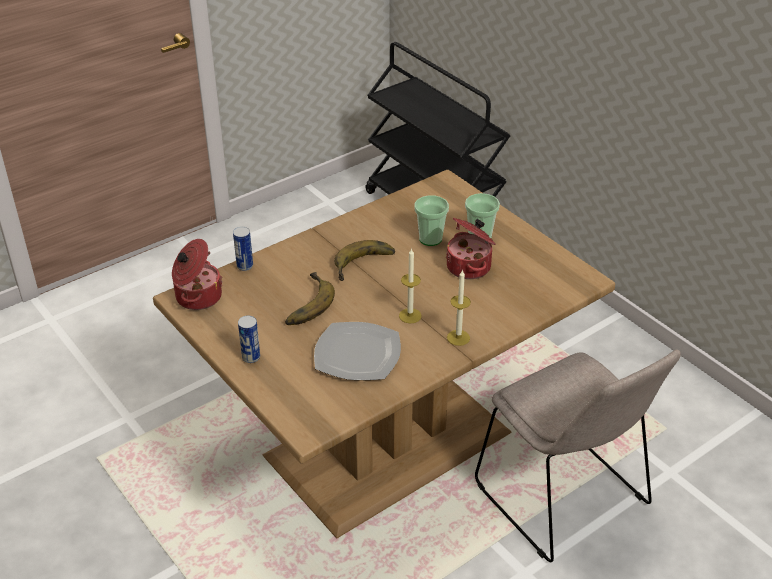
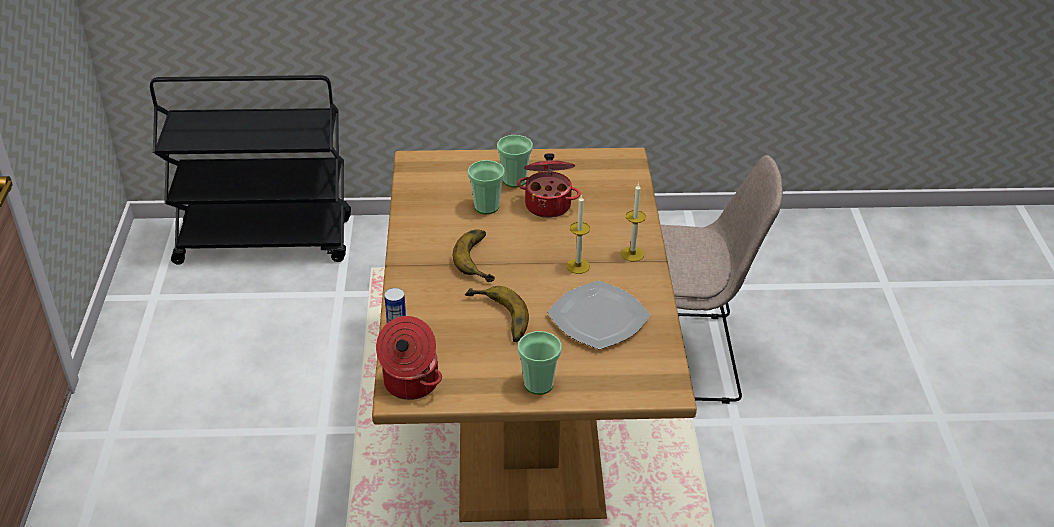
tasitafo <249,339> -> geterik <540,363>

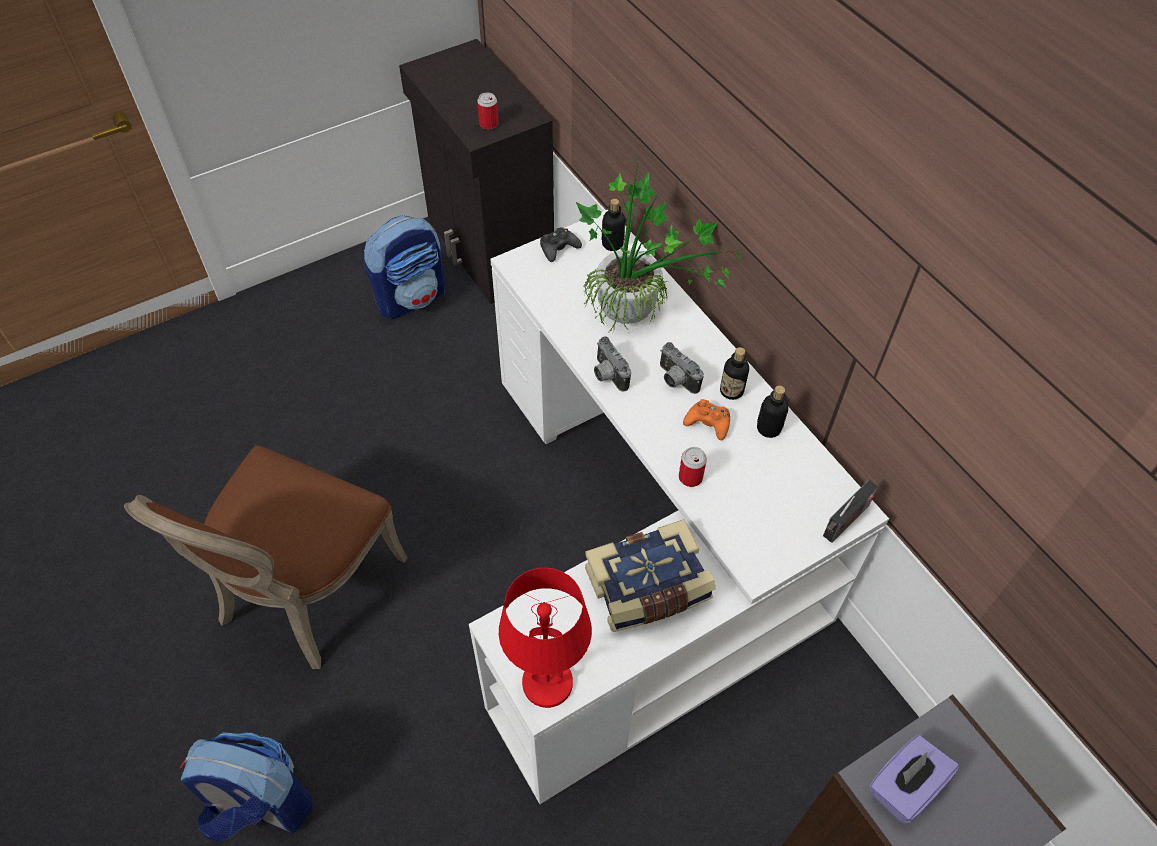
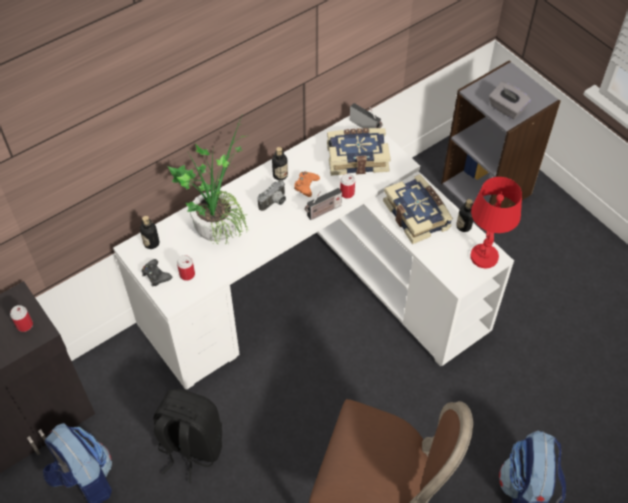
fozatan <612,364> -> none
none -> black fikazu <187,436>
none -> tasitafo <186,268>
none -> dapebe <323,204>
none -> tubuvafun <359,152>
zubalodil <772,412> -> zubalodil <464,215>, shifted
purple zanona <914,779> -> grey zanona <510,100>

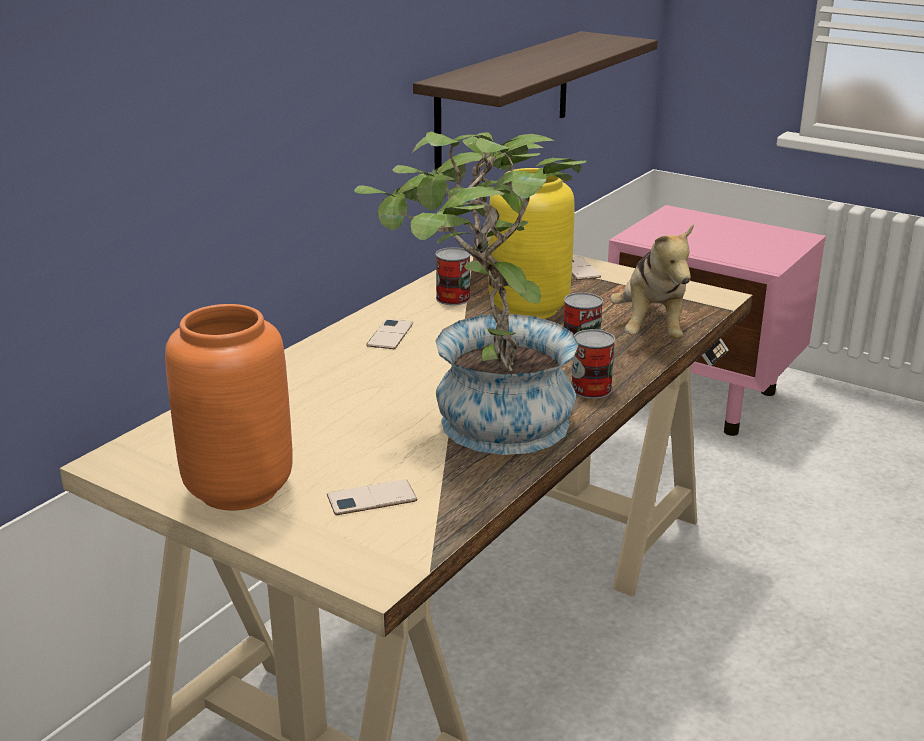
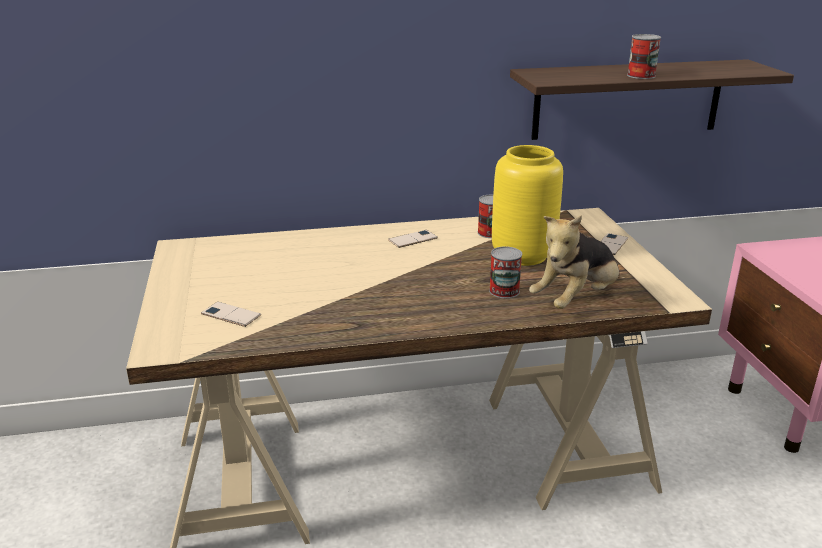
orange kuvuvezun <229,407> -> none
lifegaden <470,293> -> none
tasitafo <593,364> -> tasitafo <644,56>, shifted

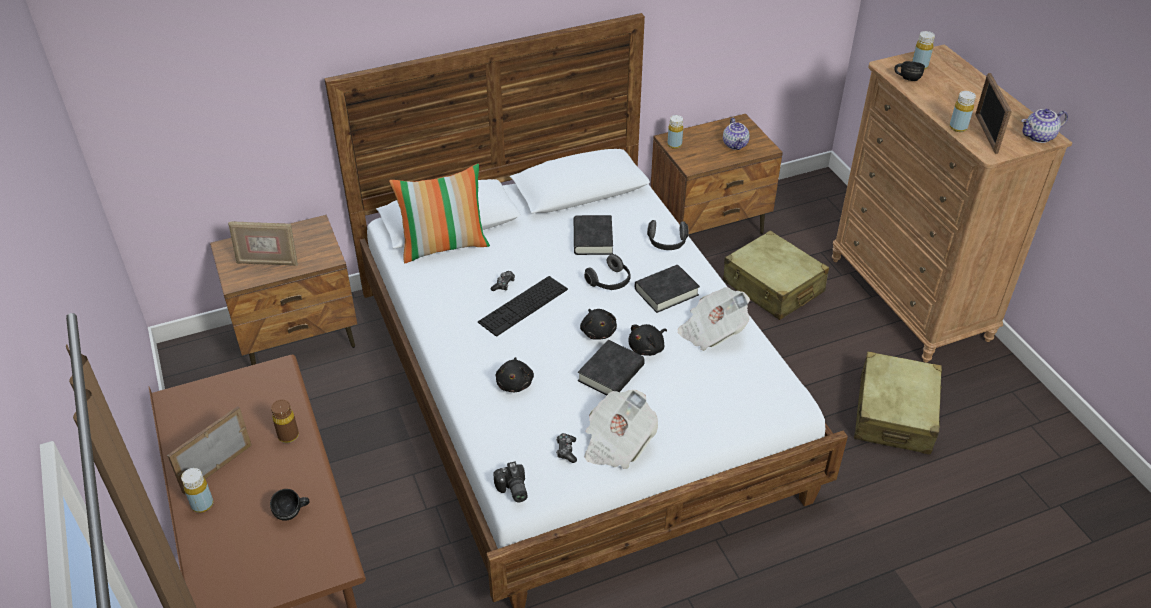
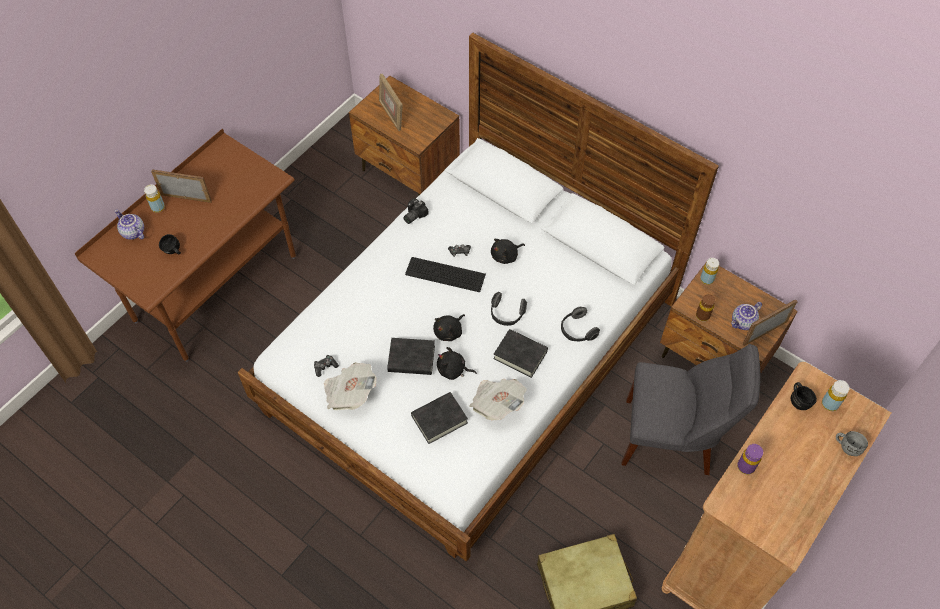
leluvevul <439,213> -> none
none -> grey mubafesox <852,443>
brown zubalodil <285,421> -> brown zubalodil <705,307>, shifted
fozatan <510,481> -> fozatan <416,211>, shifted
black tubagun <515,374> -> black tubagun <508,251>, shifted
black tubuvafun <593,235> -> black tubuvafun <439,418>, shifted
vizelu <993,113> -> vizelu <770,323>, shifted
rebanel <1045,126> -> rebanel <129,224>, shifted
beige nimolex <776,275> -> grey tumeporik <690,409>
yellow zubalodil <963,111> -> purple zubalodil <750,459>

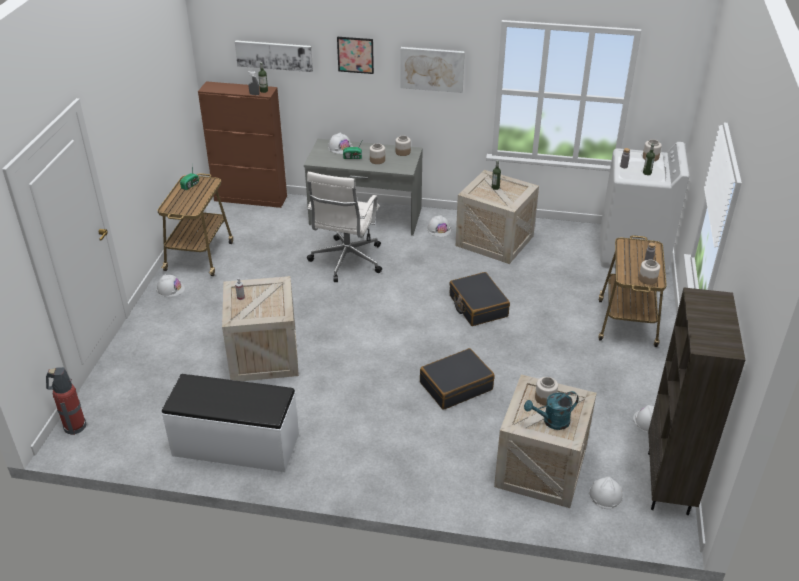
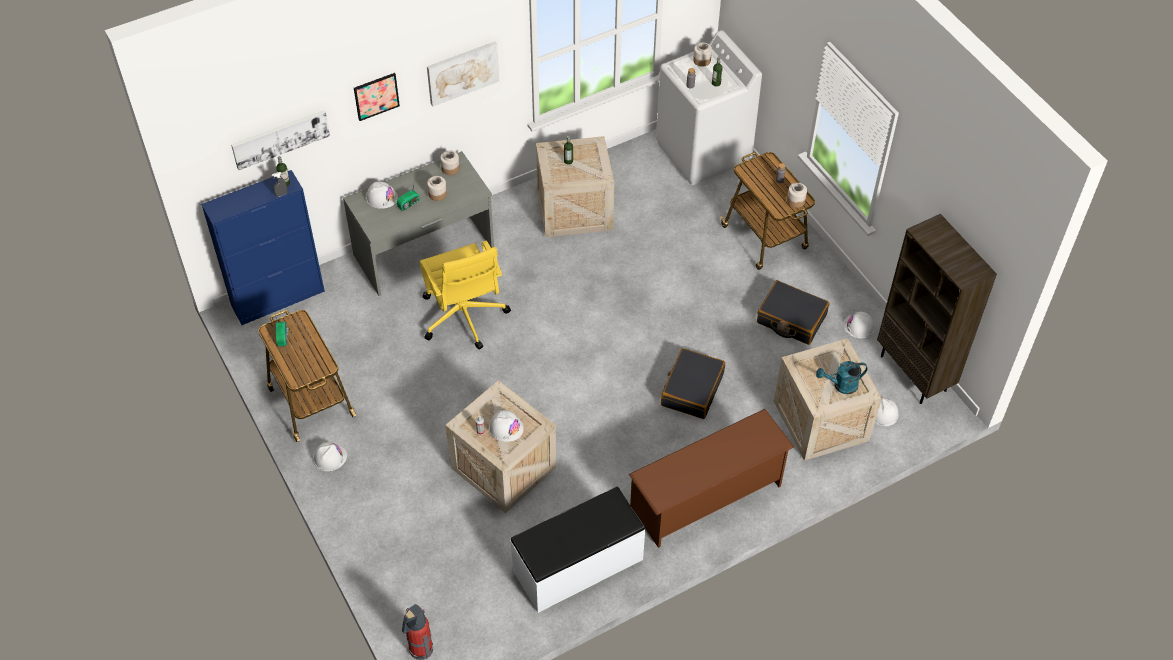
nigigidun <546,391> -> none
none -> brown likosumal <711,478>
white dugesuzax <439,226> -> white dugesuzax <506,426>, shifted
black nimolex <479,299> -> black nimolex <793,312>, shifted
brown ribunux <242,144> -> blue ribunux <263,247>
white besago <344,227> -> yellow besago <465,295>
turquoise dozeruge <551,410> -> turquoise dozeruge <842,377>, 45 degrees clockwise

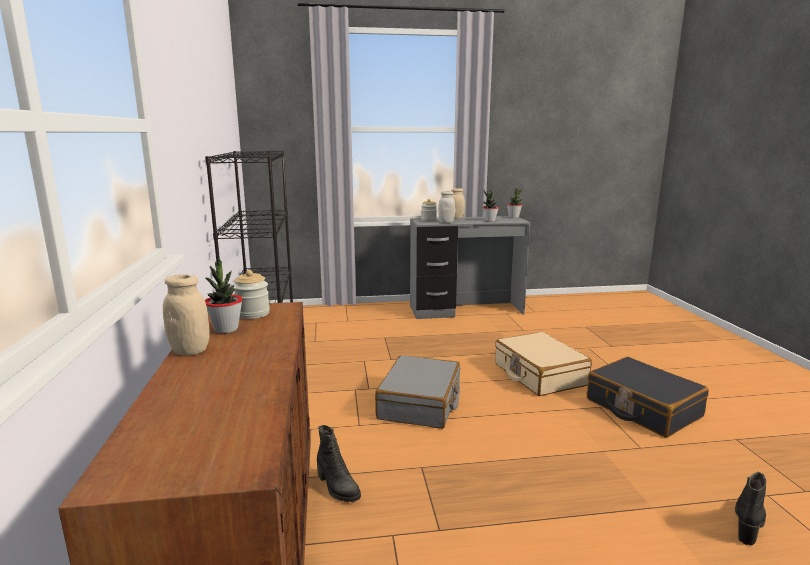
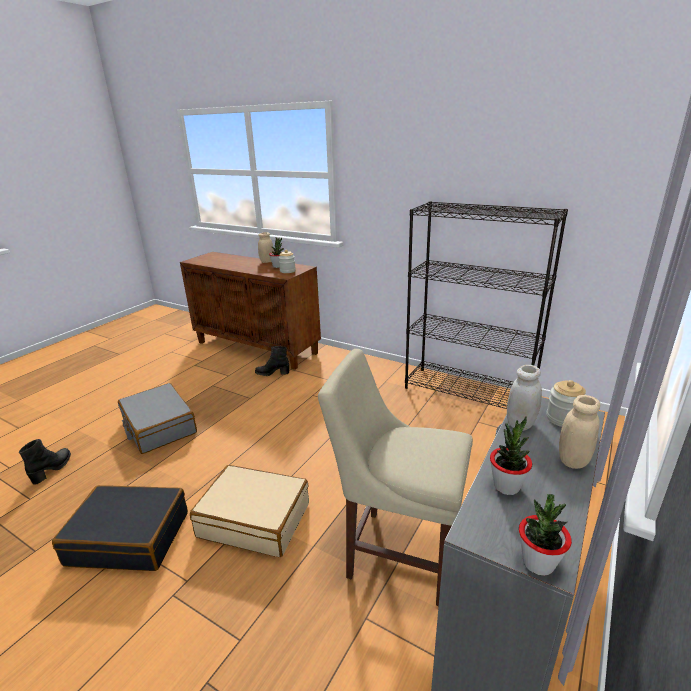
none -> beige tumeporik <395,477>
grey nimolex <417,392> -> grey nimolex <157,418>, shifted
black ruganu <750,509> -> black ruganu <45,462>, 150 degrees counterclockwise

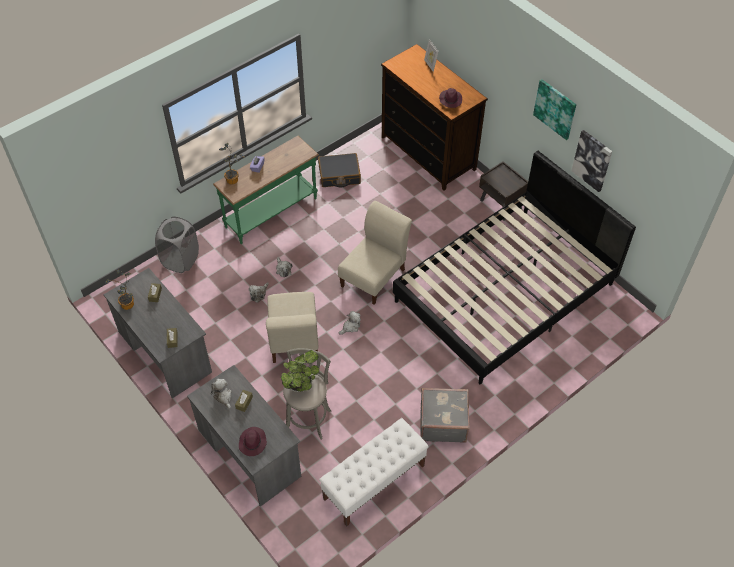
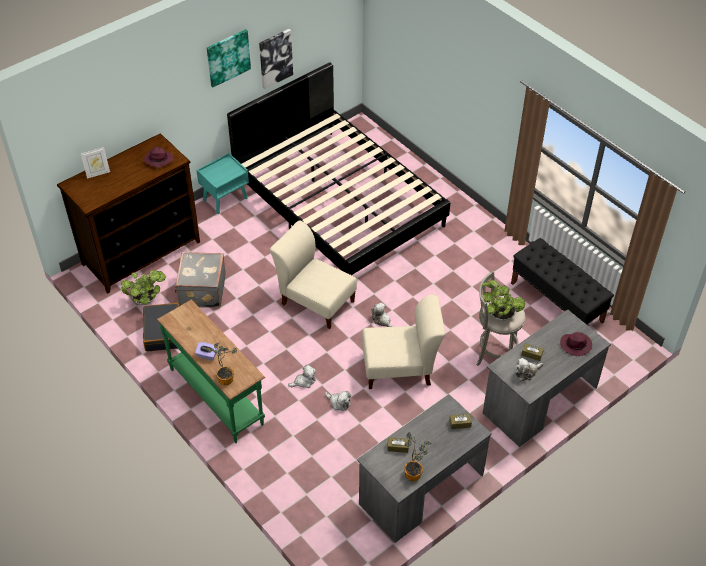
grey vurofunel <177,245> -> none
none -> lifegaden <143,287>
grey nimolex <445,415> -> grey nimolex <200,280>, shifted
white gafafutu <374,472> -> black gafafutu <562,281>
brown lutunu <503,190> -> turquoise lutunu <222,183>

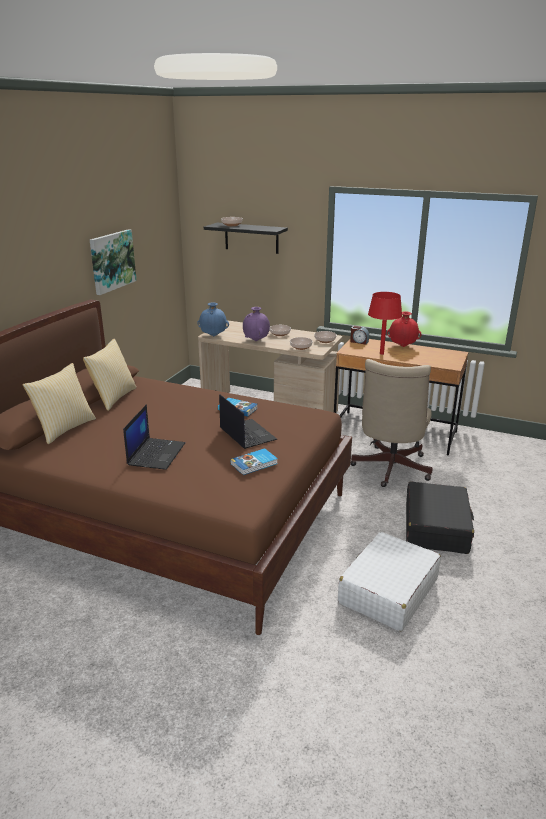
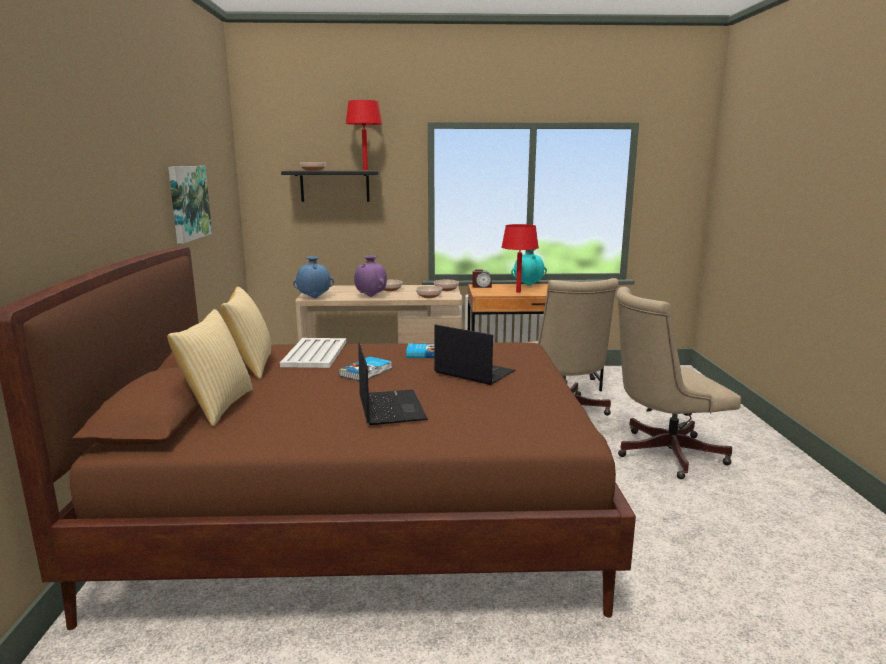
white nimolex <389,581> -> none
none -> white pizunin <313,353>
none -> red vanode <363,135>
tubuvafun <254,461> -> tubuvafun <365,369>, shifted
black nimolex <440,518> -> beige besago <678,383>
red kuvuvezun <404,329> -> turquoise kuvuvezun <529,267>

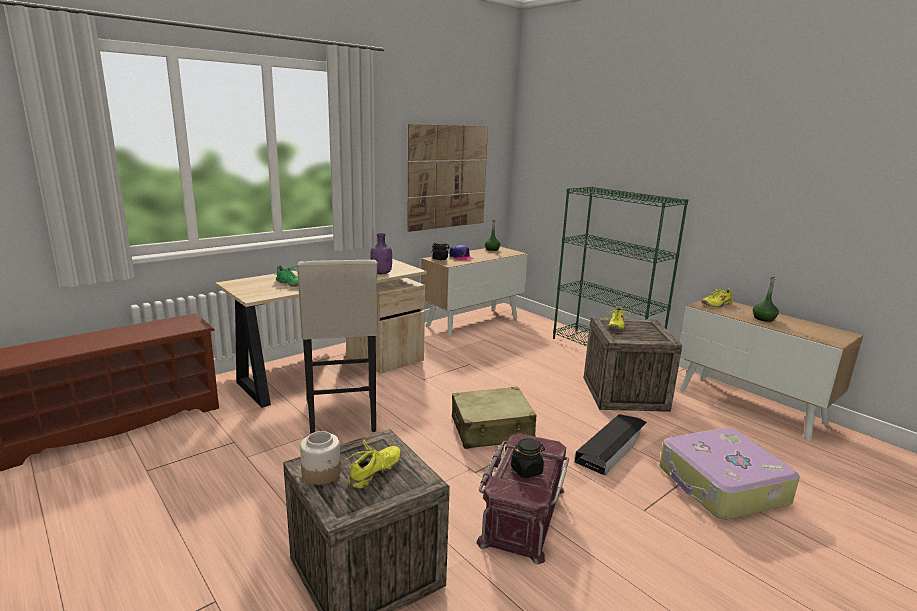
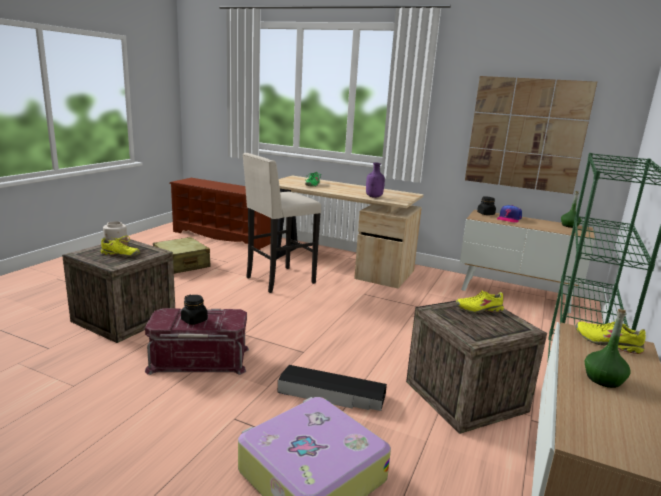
beige nimolex <494,418> -> beige nimolex <182,255>, shifted

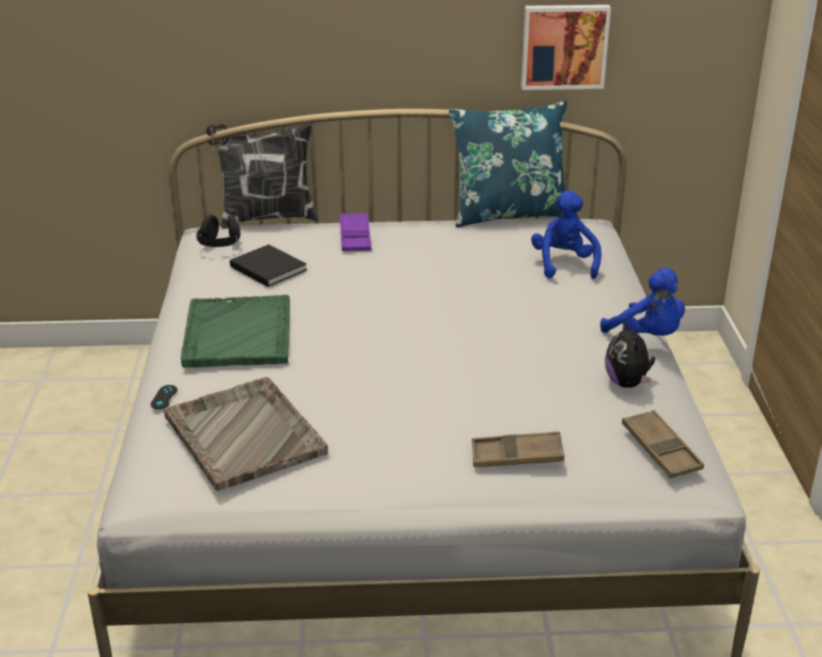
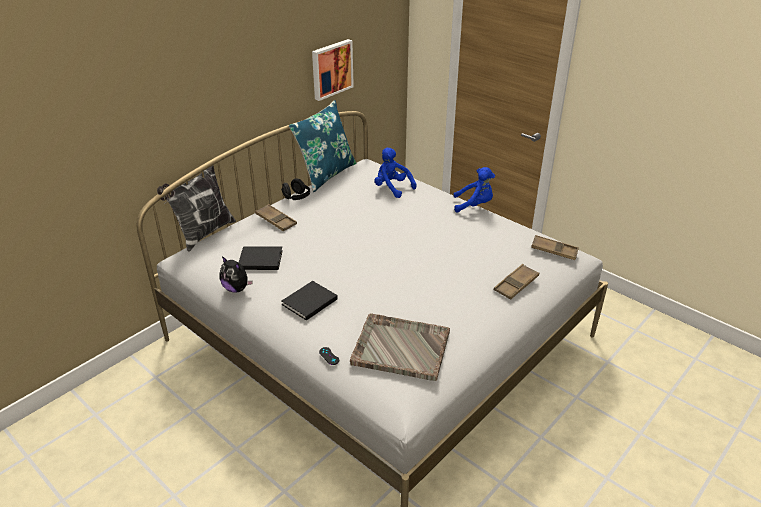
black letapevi <218,231> -> black letapevi <295,189>, shifted
tubagun <630,354> -> tubagun <236,274>, shifted
green pizunin <235,331> -> black tubuvafun <310,301>
purple pizunin <355,232> -> brown pizunin <276,217>

